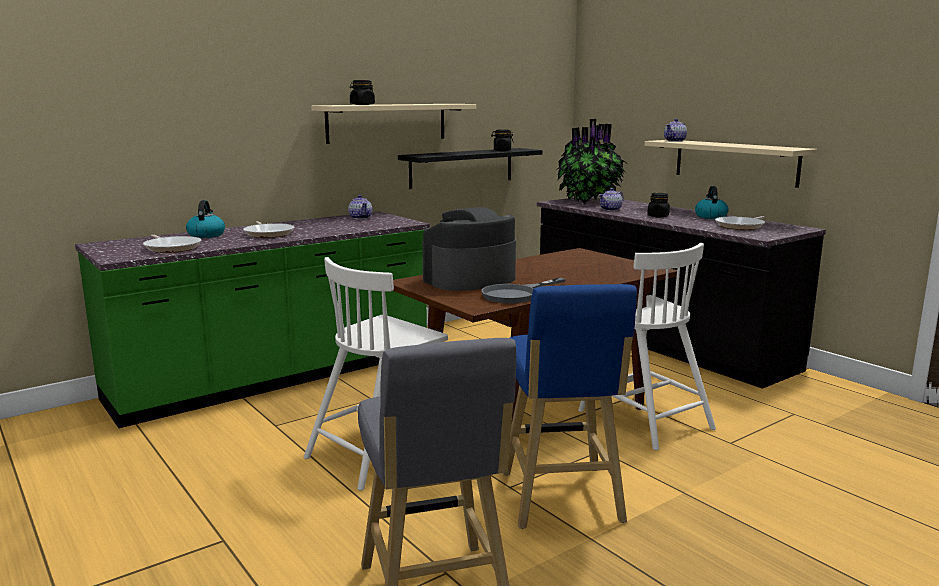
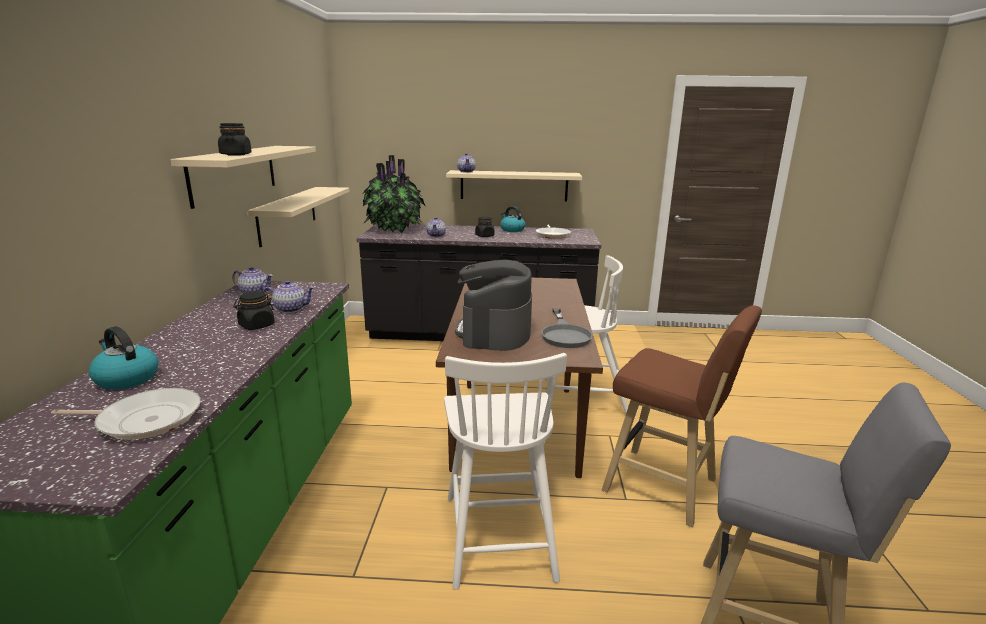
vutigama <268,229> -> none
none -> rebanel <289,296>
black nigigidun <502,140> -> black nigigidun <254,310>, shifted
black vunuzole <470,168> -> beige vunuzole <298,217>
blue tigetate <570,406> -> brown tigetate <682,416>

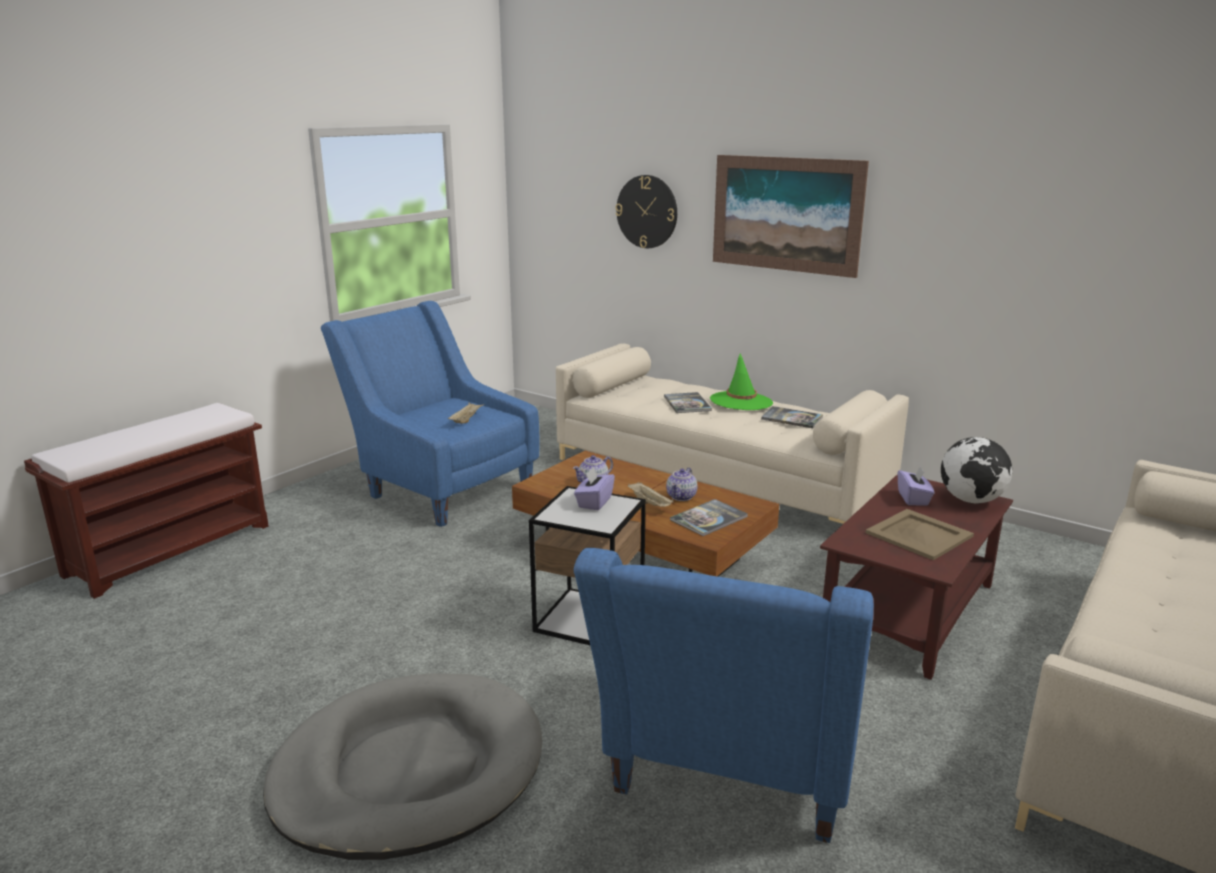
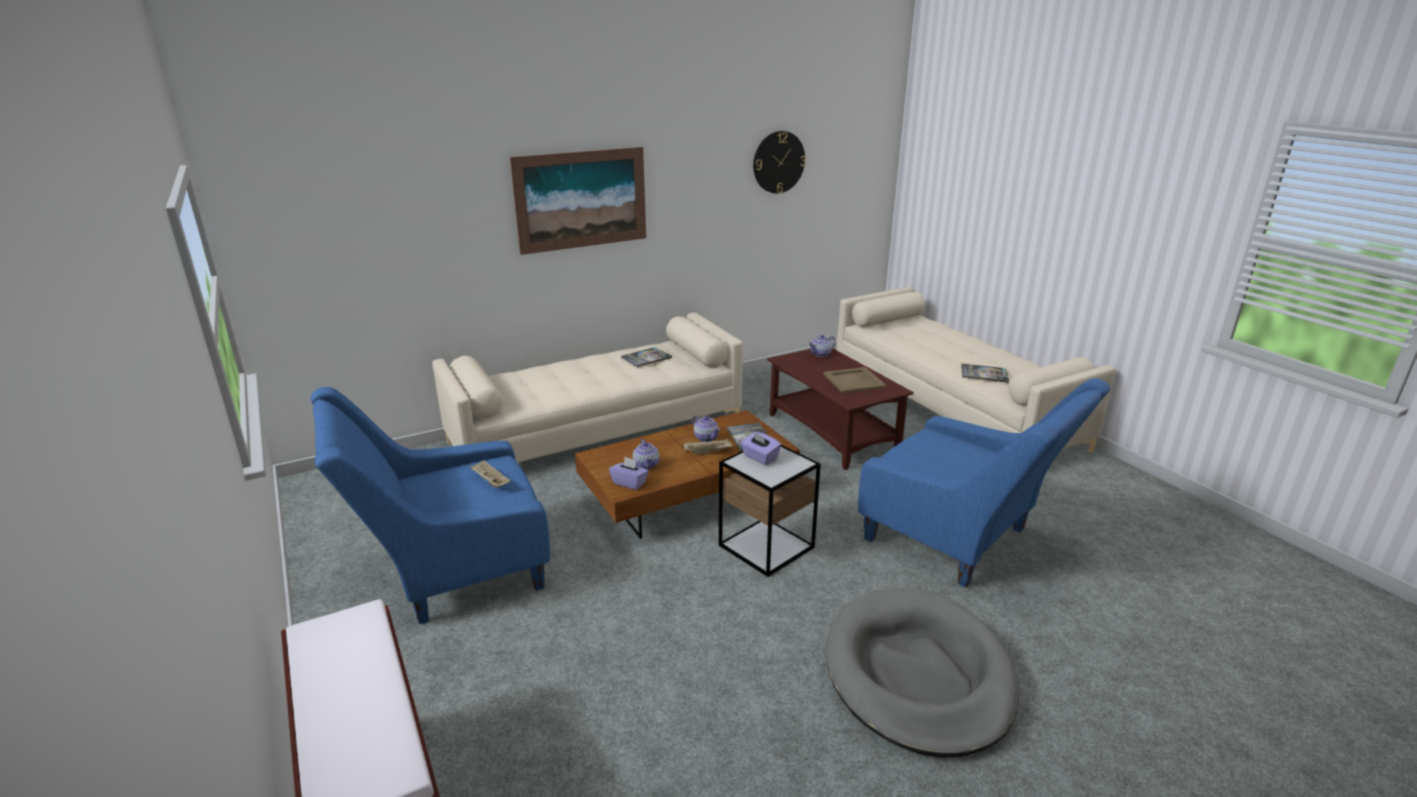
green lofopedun <741,381> -> none
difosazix <646,211> -> difosazix <779,162>, shifted
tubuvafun <688,402> -> tubuvafun <985,373>, shifted
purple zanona <916,486> -> purple zanona <629,473>, shifted
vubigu <976,470> -> rebanel <821,346>

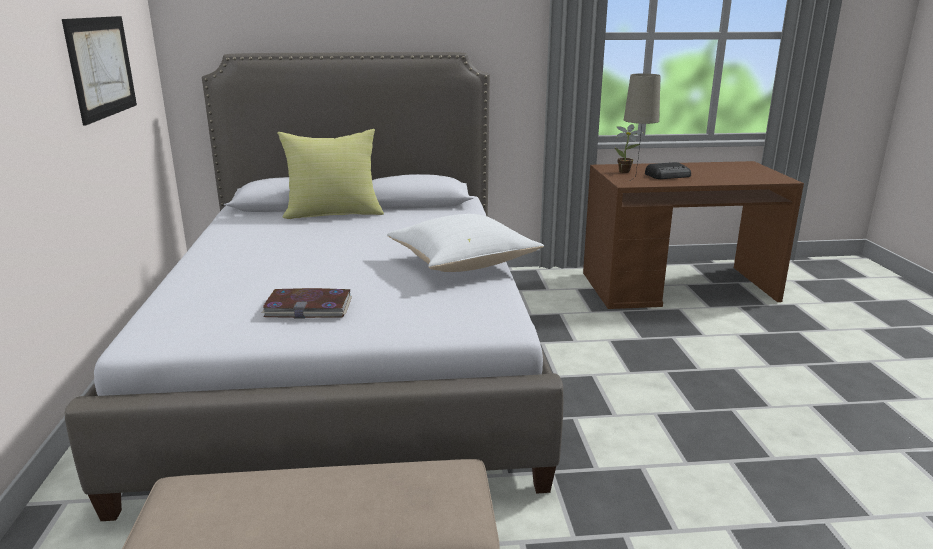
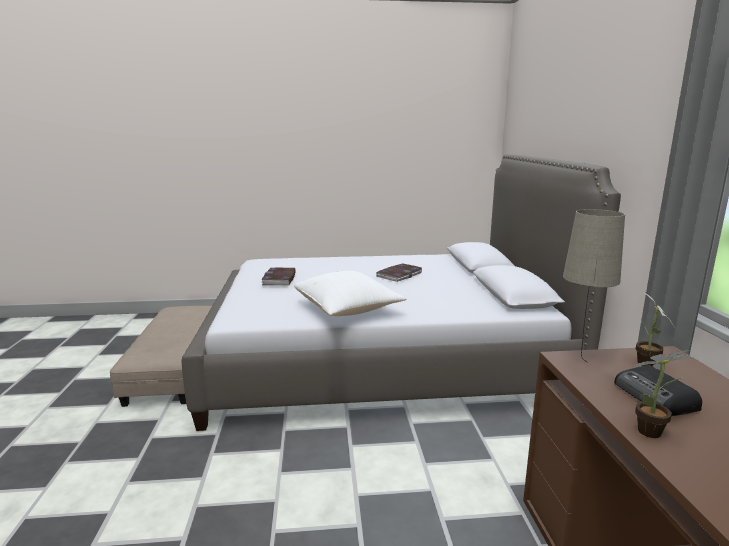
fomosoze <99,71> -> none
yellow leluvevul <330,174> -> none
none -> tubuvafun <399,272>
none -> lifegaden <661,394>

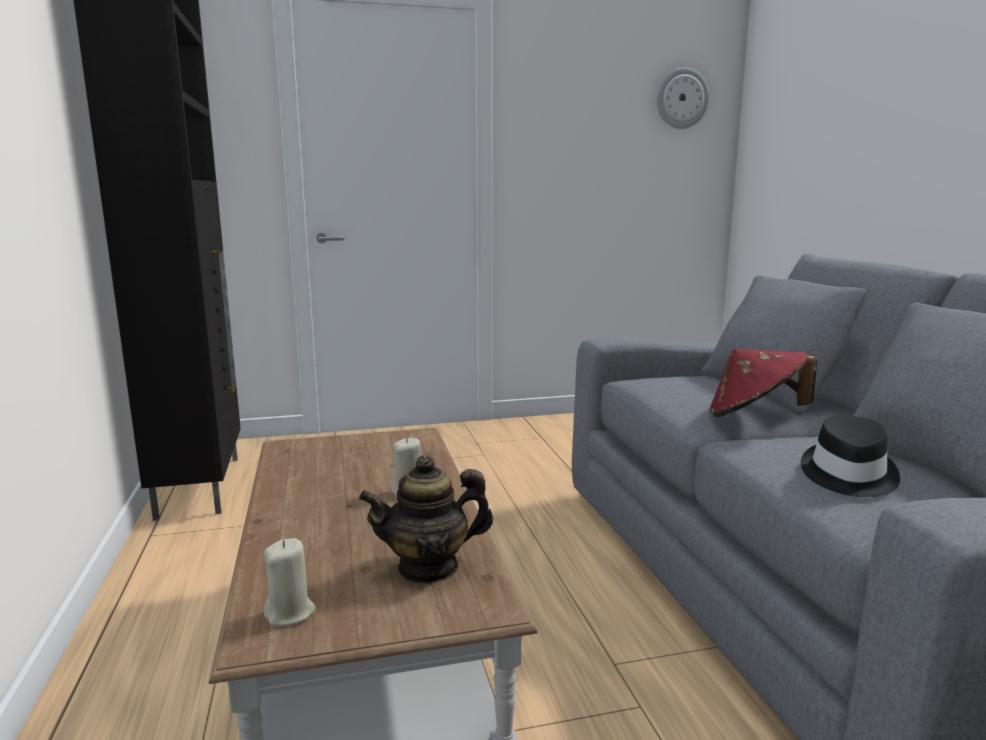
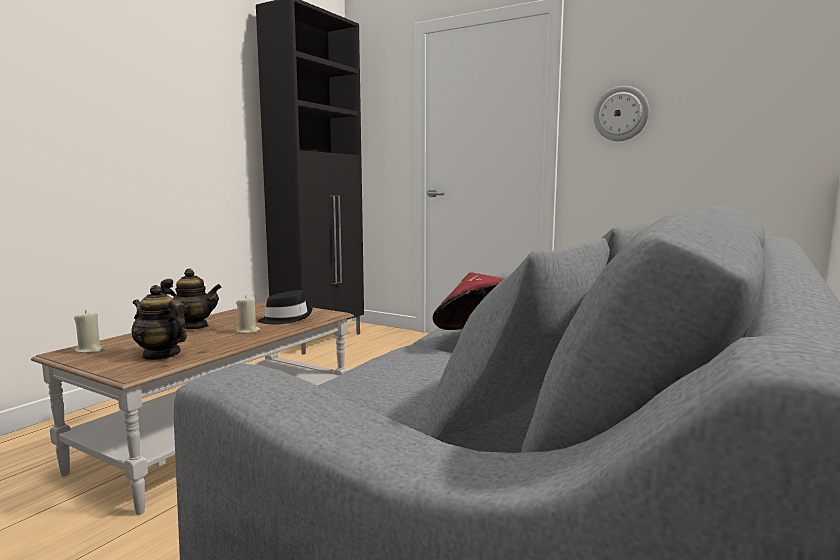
none -> rebanel <191,299>
difosazix <683,98> -> difosazix <621,113>, shifted
black lofopedun <850,456> -> black lofopedun <285,307>, shifted

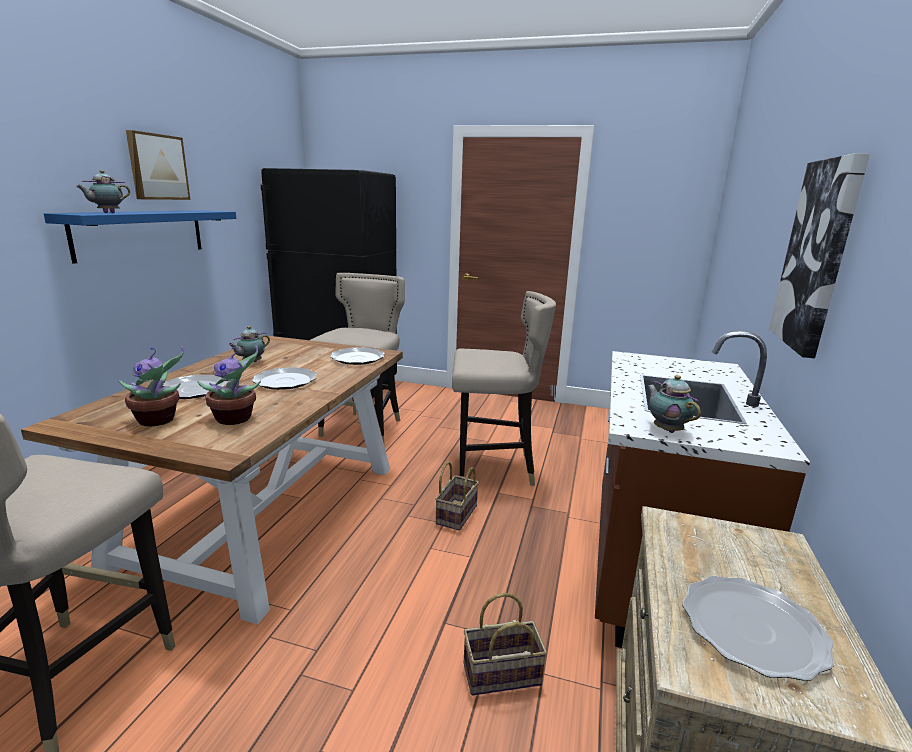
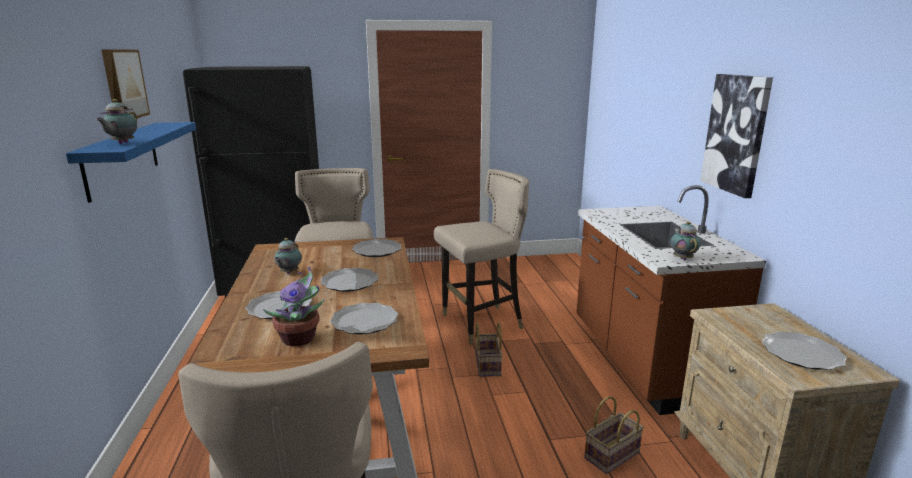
lifegaden <229,385> -> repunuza <364,318>
rebanel <674,404> -> rebanel <685,240>, 45 degrees clockwise

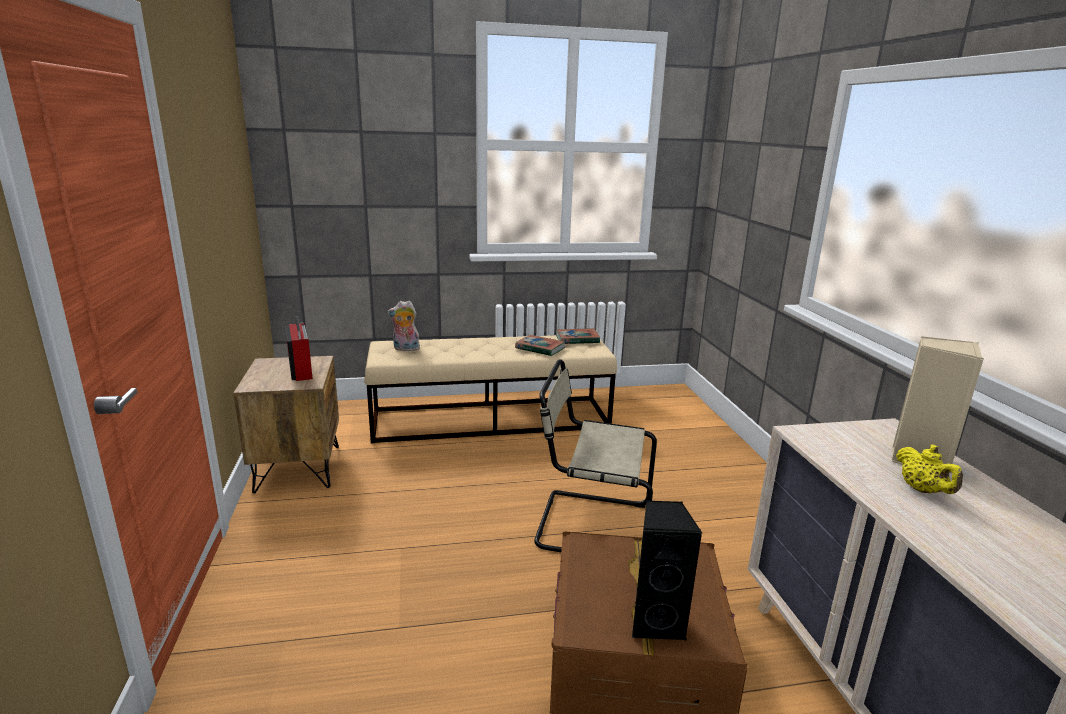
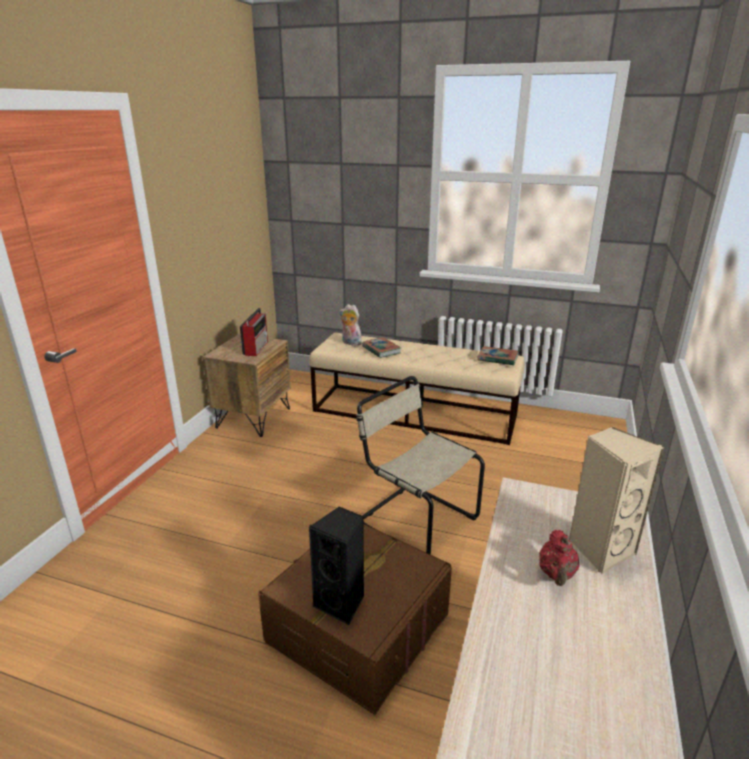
tubuvafun <540,345> -> tubuvafun <381,347>, shifted
yellow rebanel <929,469> -> red rebanel <559,558>

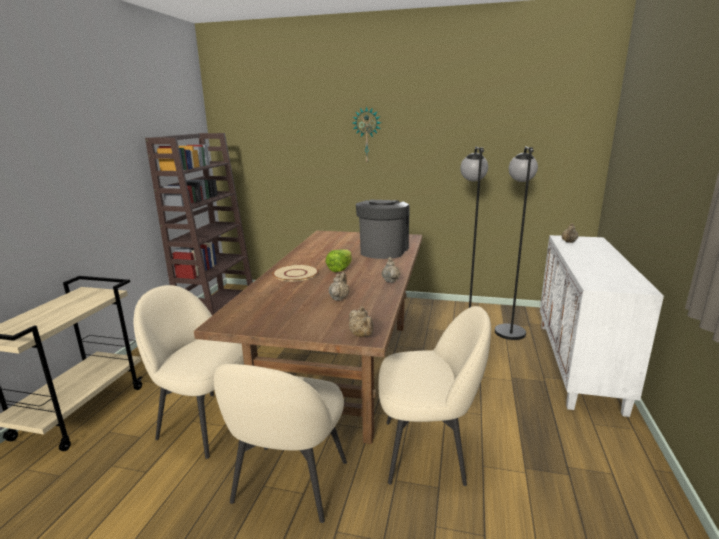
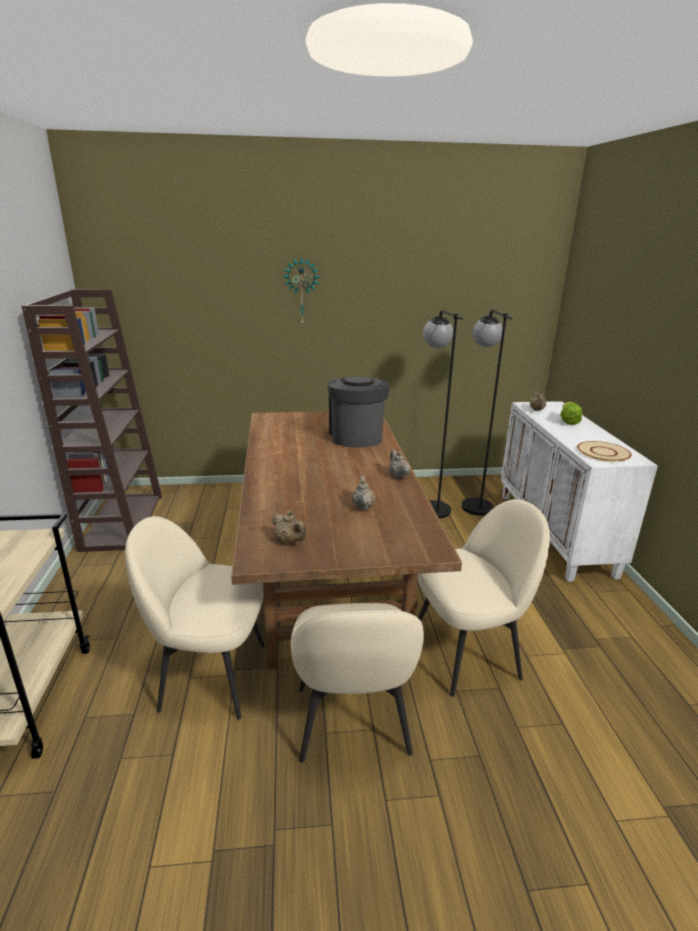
beige repunuza <295,273> -> beige repunuza <604,451>, shifted
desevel <338,260> -> desevel <571,413>, shifted
beige rebanel <361,321> -> beige rebanel <289,527>, shifted

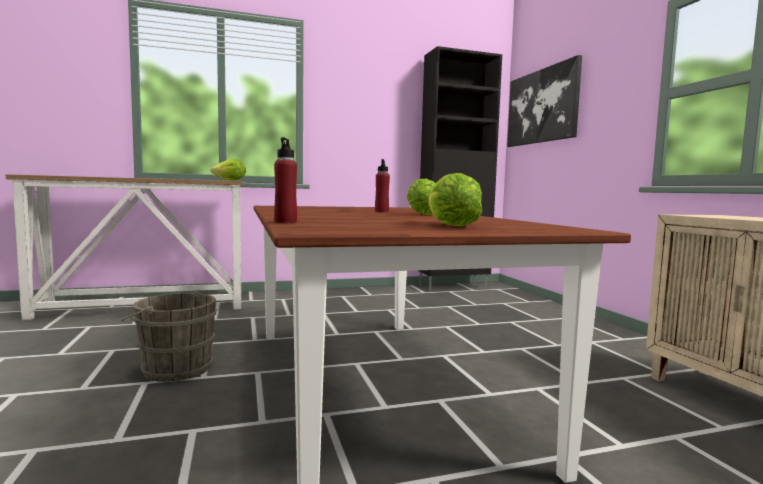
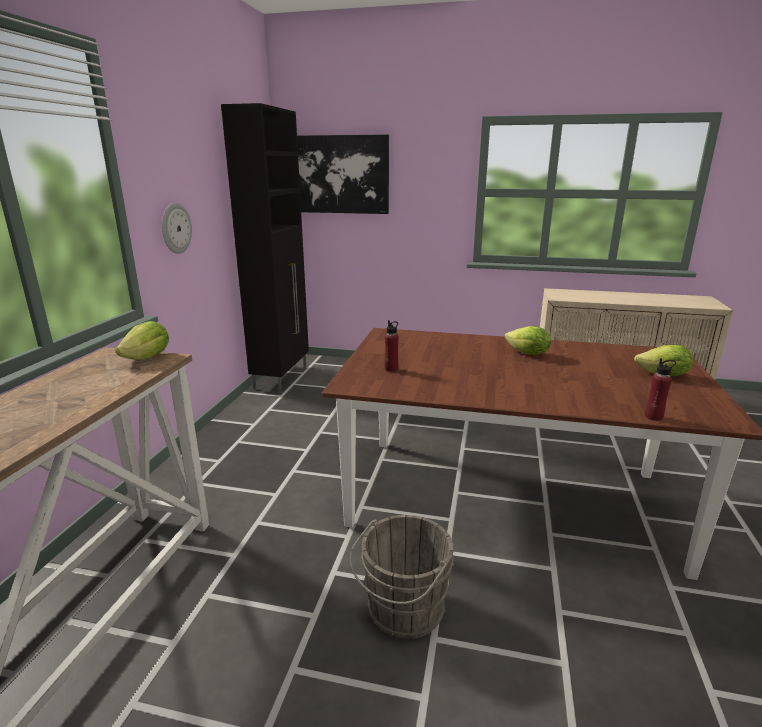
none -> difosazix <177,228>
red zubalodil <382,185> -> red zubalodil <392,346>, shifted

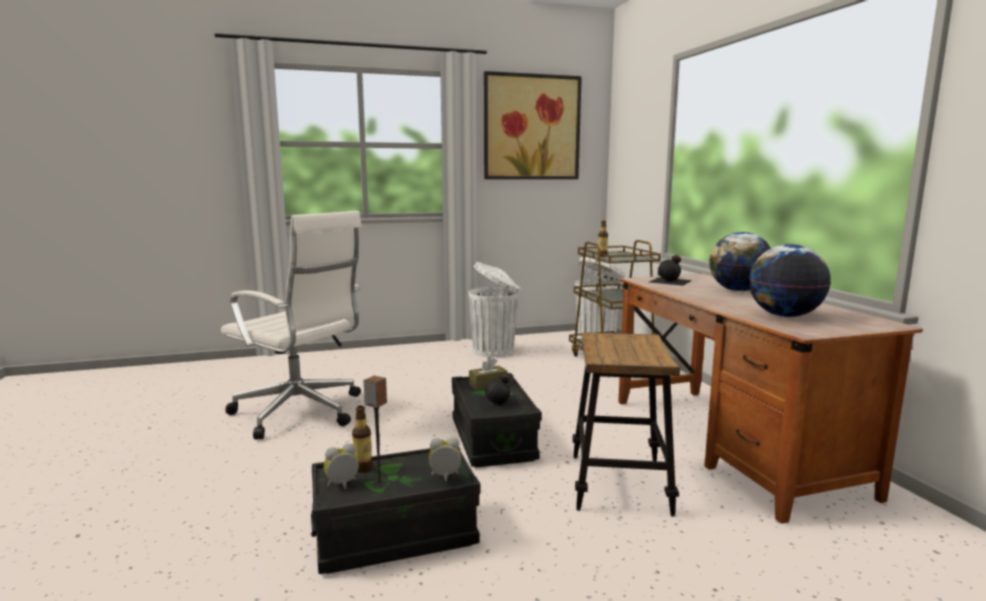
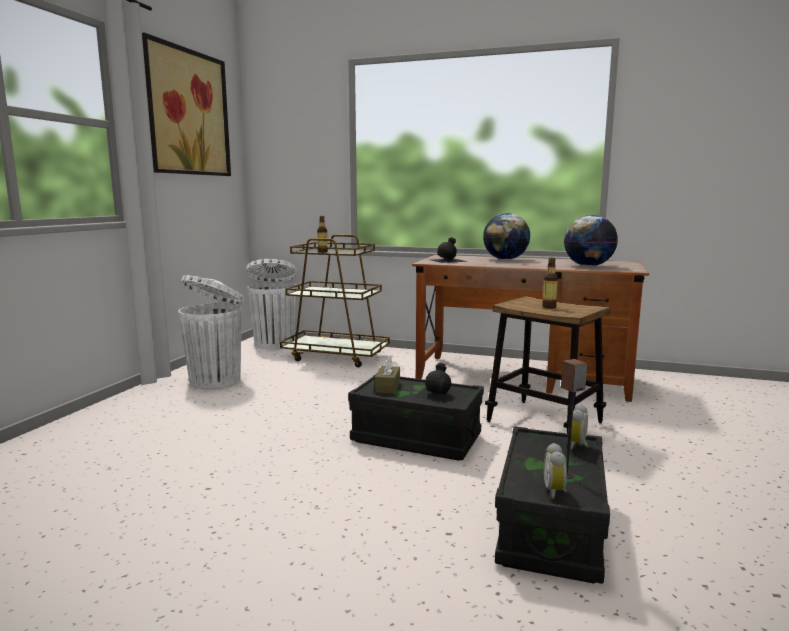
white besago <291,325> -> none
zubalodil <362,439> -> zubalodil <550,283>, shifted

